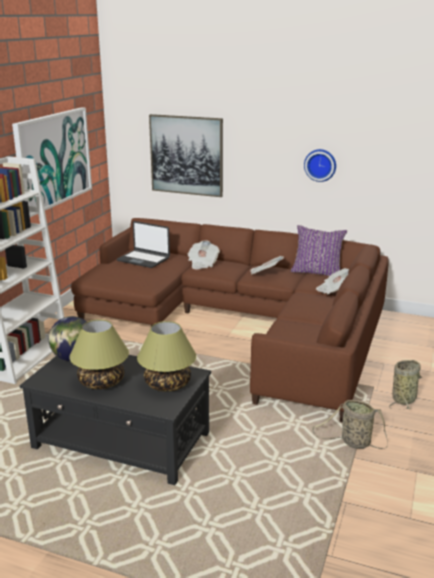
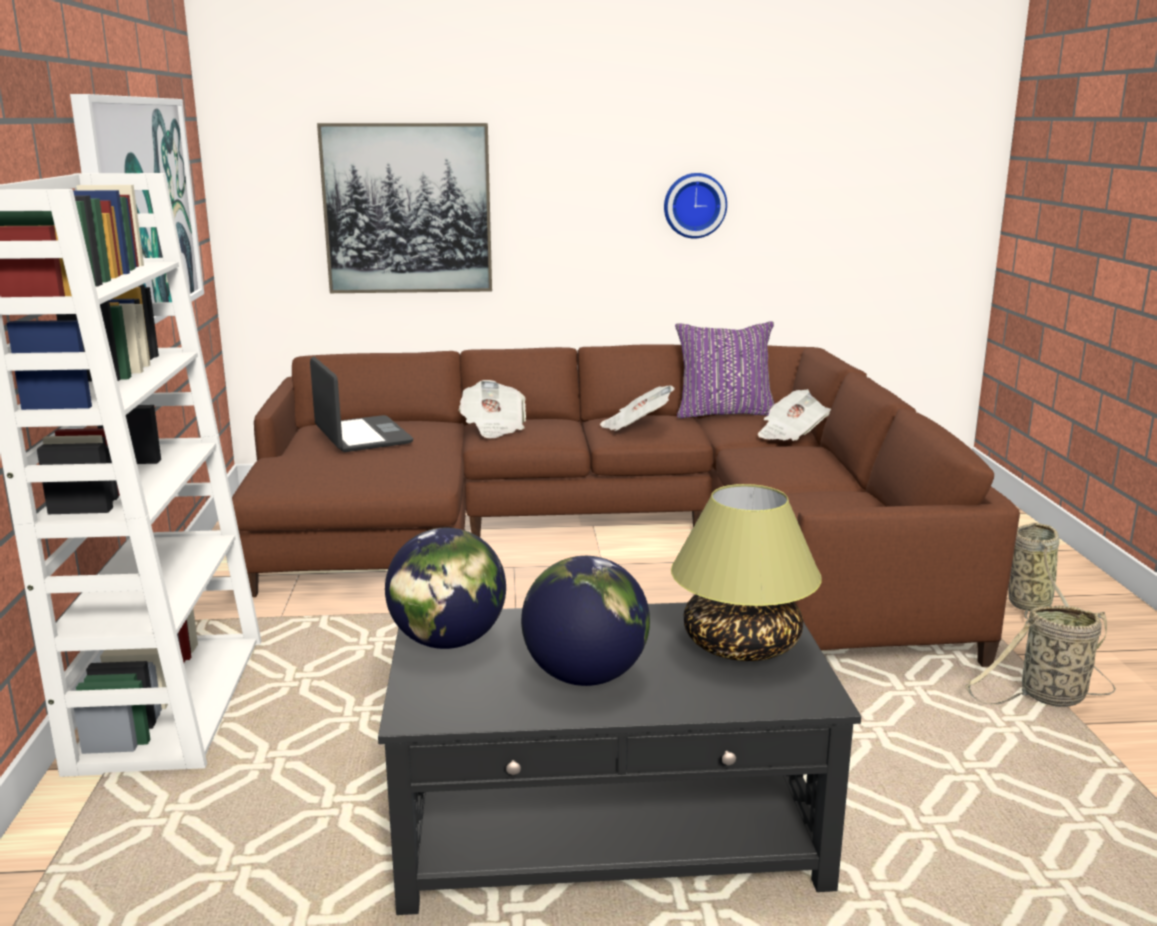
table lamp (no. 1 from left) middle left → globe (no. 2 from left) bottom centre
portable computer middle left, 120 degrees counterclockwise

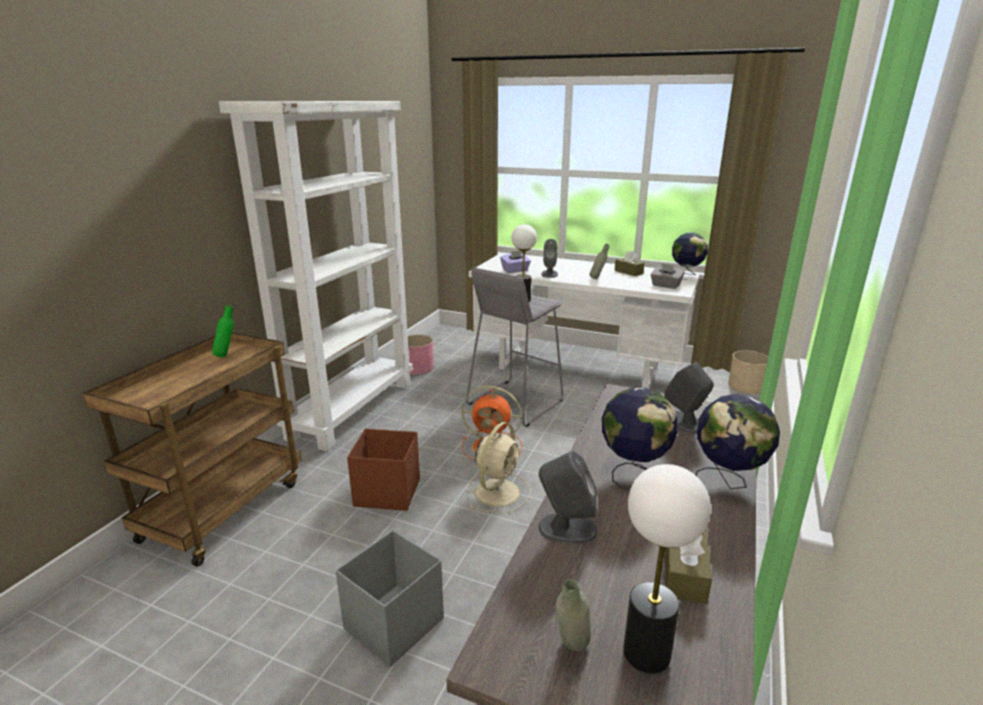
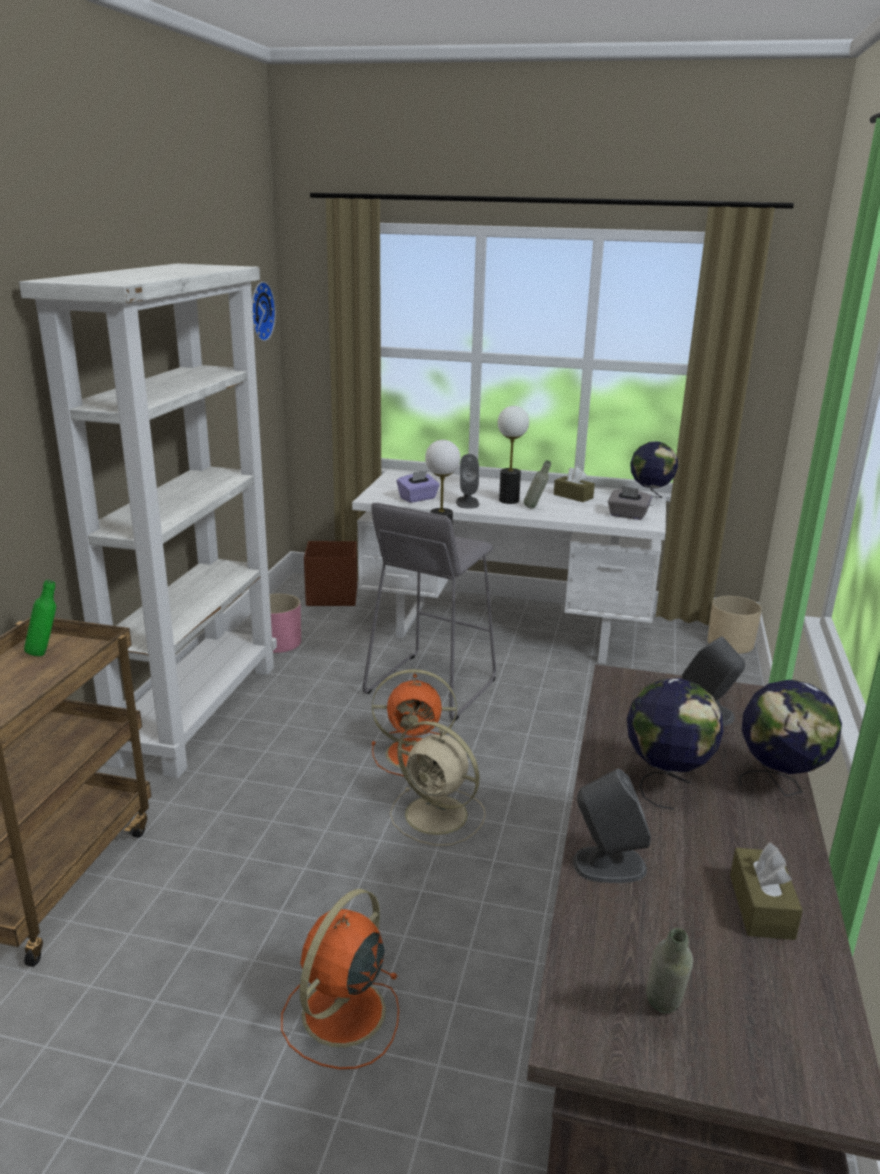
- → hanging clock top left
storage container in brown bottom centre → storage container in brown centre, shifted
table lamp (no. 2 from left) bottom right → table lamp (no. 2 from left) centre, shifted
storage container in greyish bottom centre → electric fan in orangey (no. 1 from left) bottom centre
electric fan in sand-coloured centre → electric fan in sand-coloured bottom centre, 105 degrees clockwise

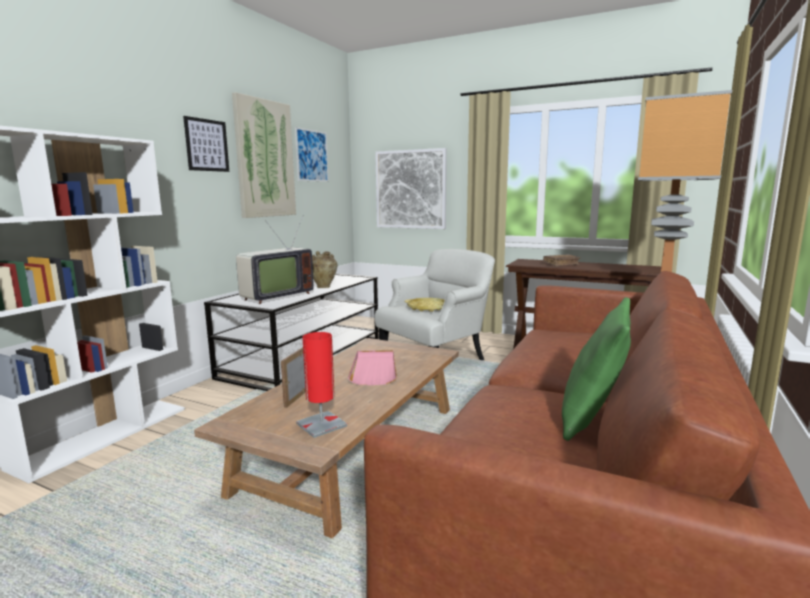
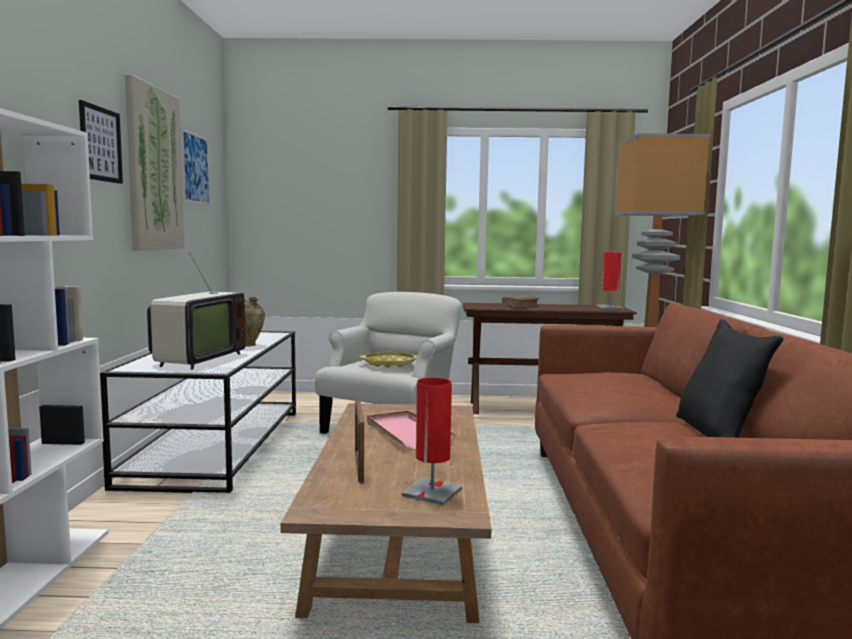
wall picture (no. 4 from left) top centre → -
- → table lamp in red-coloured (no. 2 from left) middle right
cushion in green-coloured middle right → cushion in black-coloured middle right

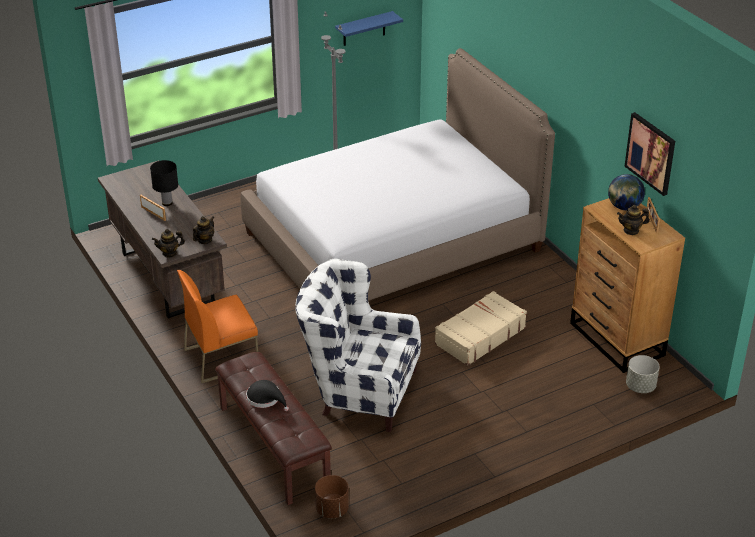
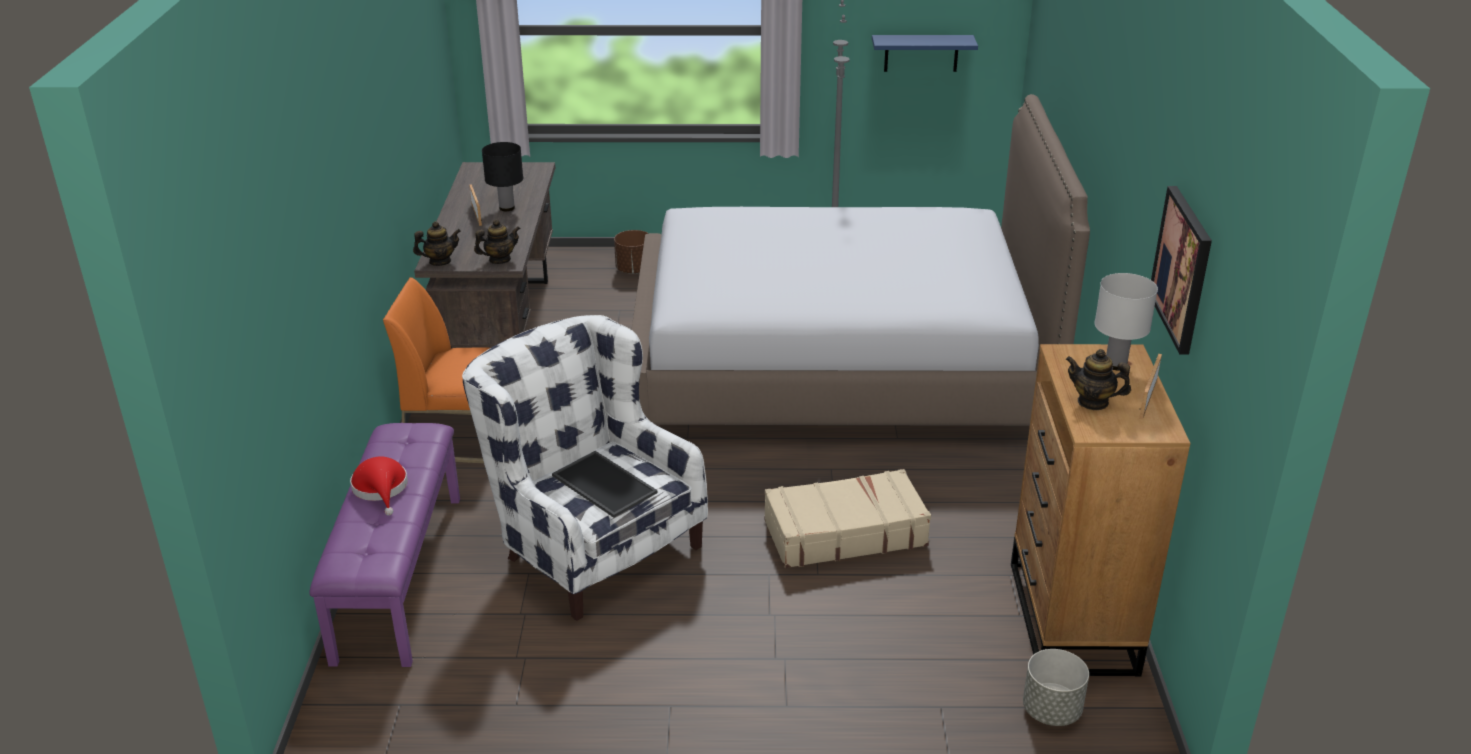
- → tray centre
planter in brown bottom centre → planter in brown centre, shifted
globe middle right → table lamp in whitish middle right
long seat in brown bottom centre → long seat in purple-coloured bottom left
hat in black-coloured bottom centre → hat in red-coloured middle left
tea pot (no. 1 from left) middle left → tea pot (no. 1 from left) top left, 150 degrees clockwise

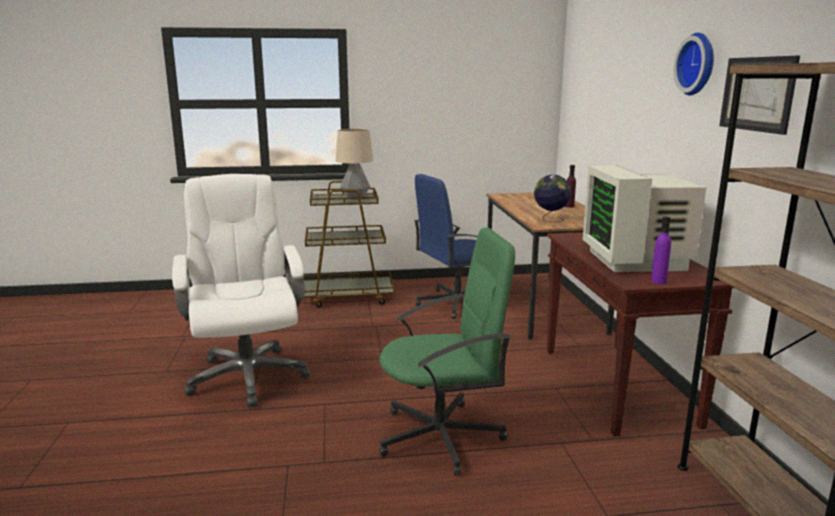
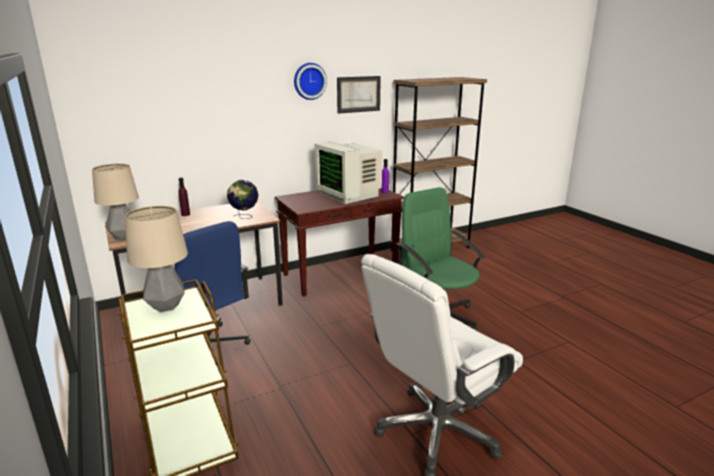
- → table lamp (no. 1 from left) middle left
computer display middle right → computer display centre, 75 degrees clockwise

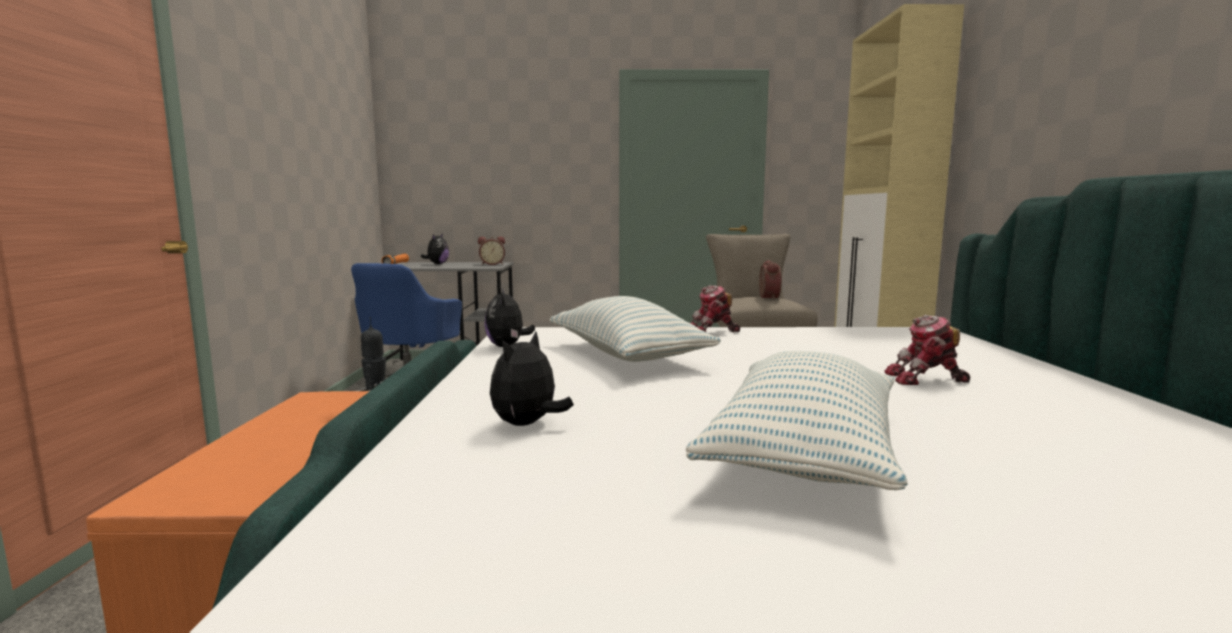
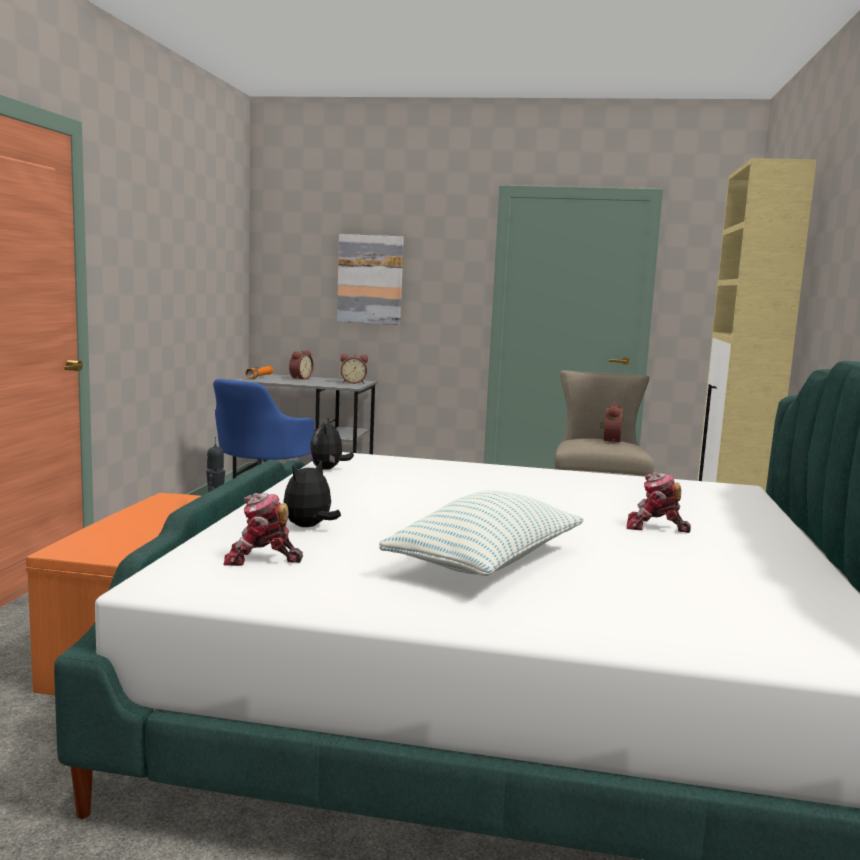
cushion (no. 1 from left) centre → -
- → wall picture top centre
toy robot (no. 2 from left) centre → toy robot (no. 2 from left) middle left, shifted
plush toy (no. 1 from left) centre → table clock (no. 1 from left) centre

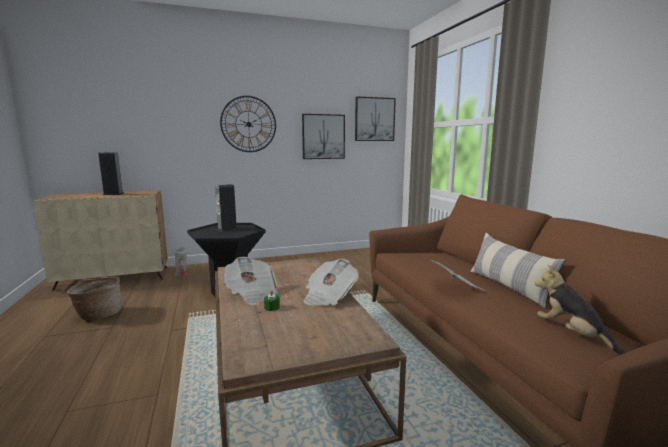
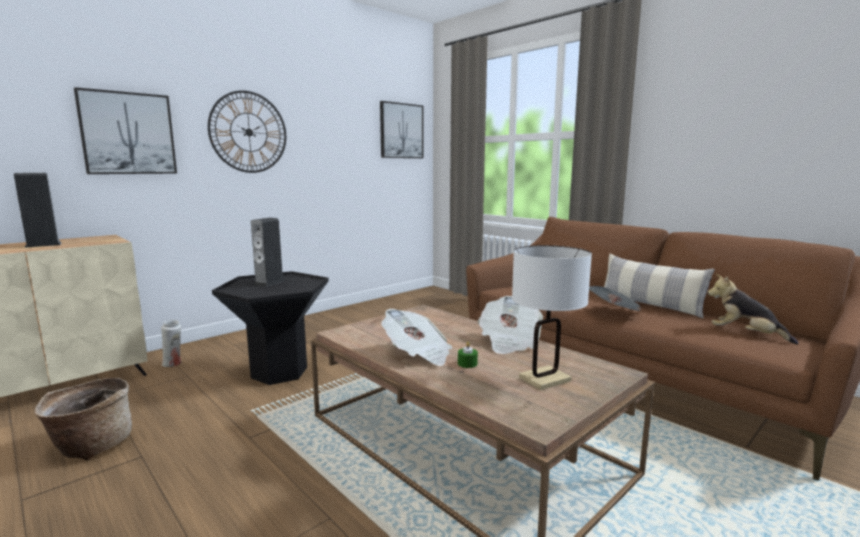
- → table lamp in whitish centre
wall picture (no. 1 from left) top centre → wall picture (no. 1 from left) top left, shifted

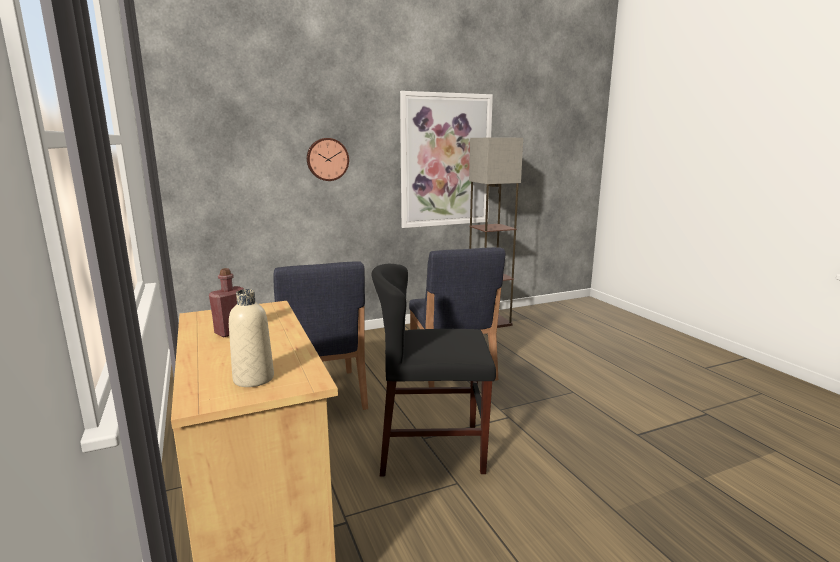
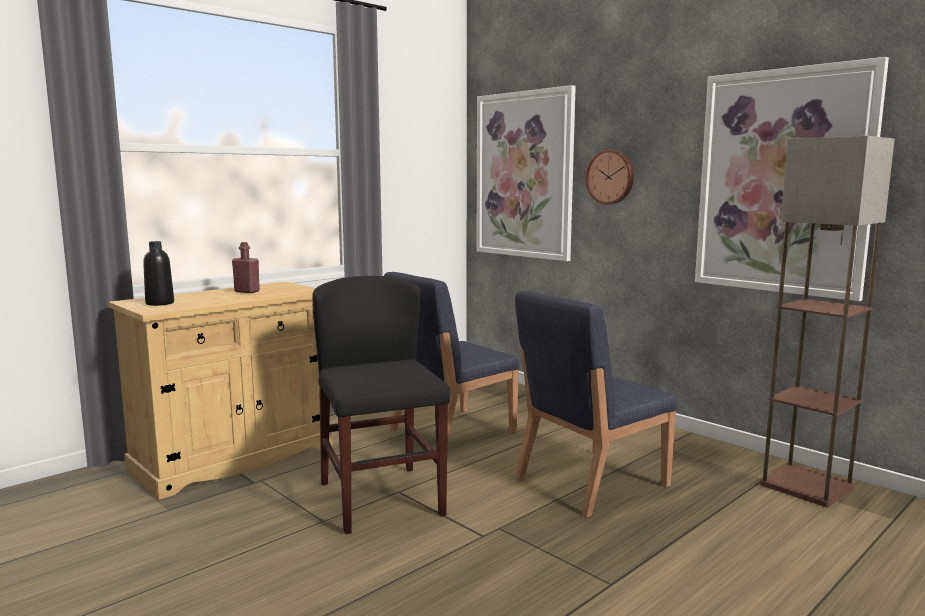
- → wall picture (no. 1 from left) top centre
beverage bottle in sand-coloured middle left → beverage bottle in black-coloured middle left

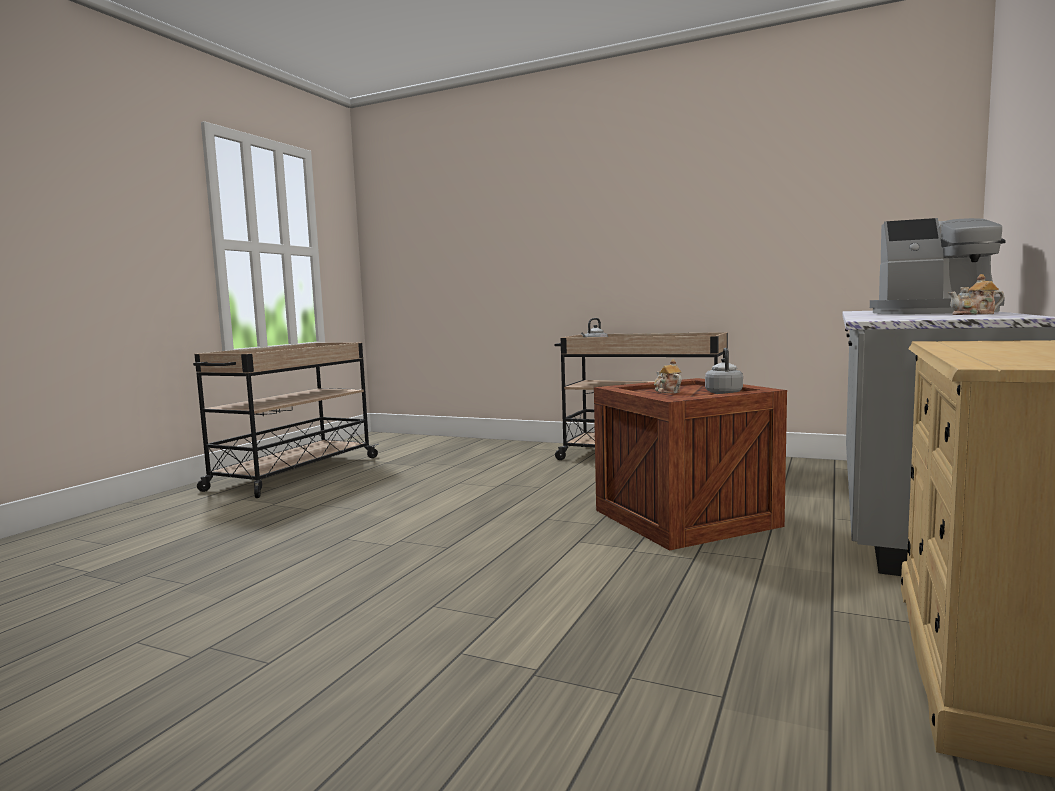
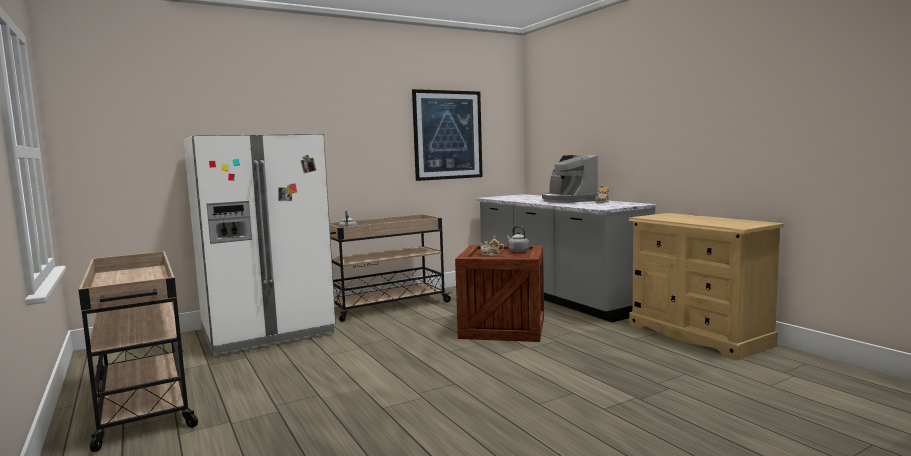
- → kitchen fridge in whitish middle left
- → wall picture top centre
coffee machine middle right → coffee machine centre, 105 degrees clockwise

